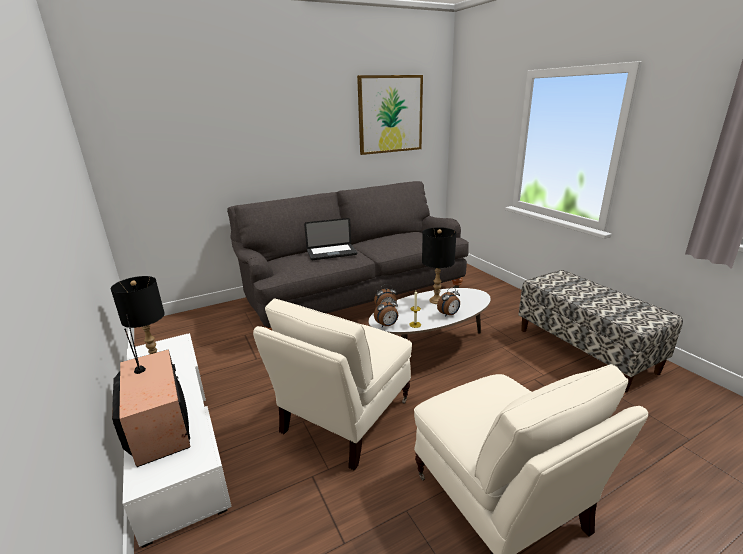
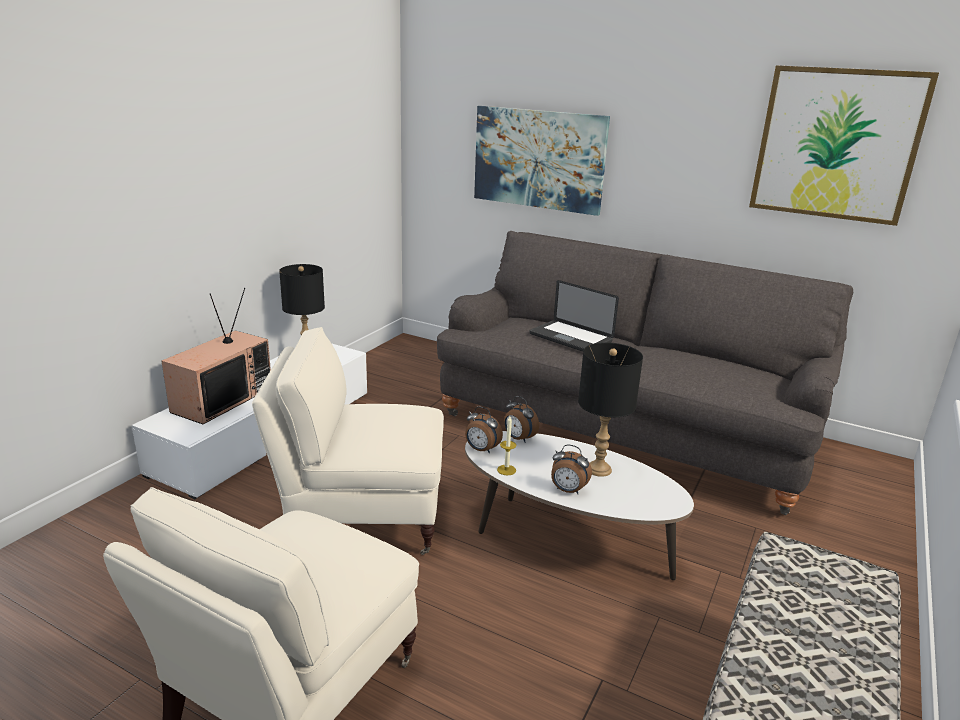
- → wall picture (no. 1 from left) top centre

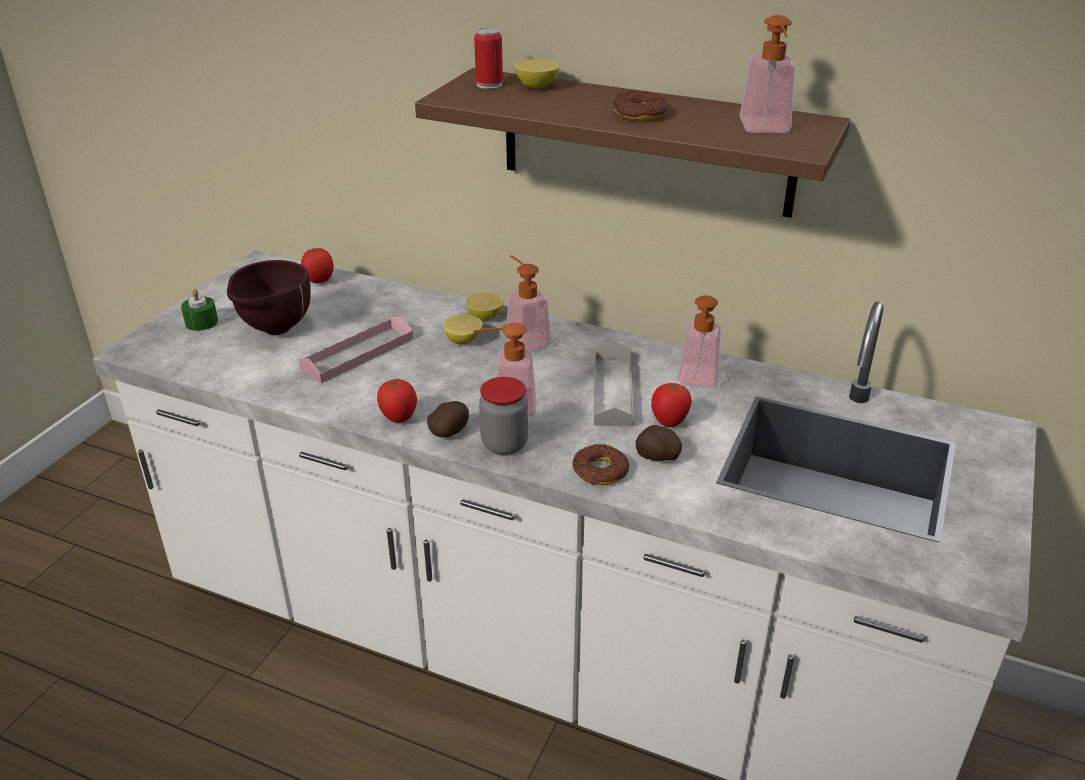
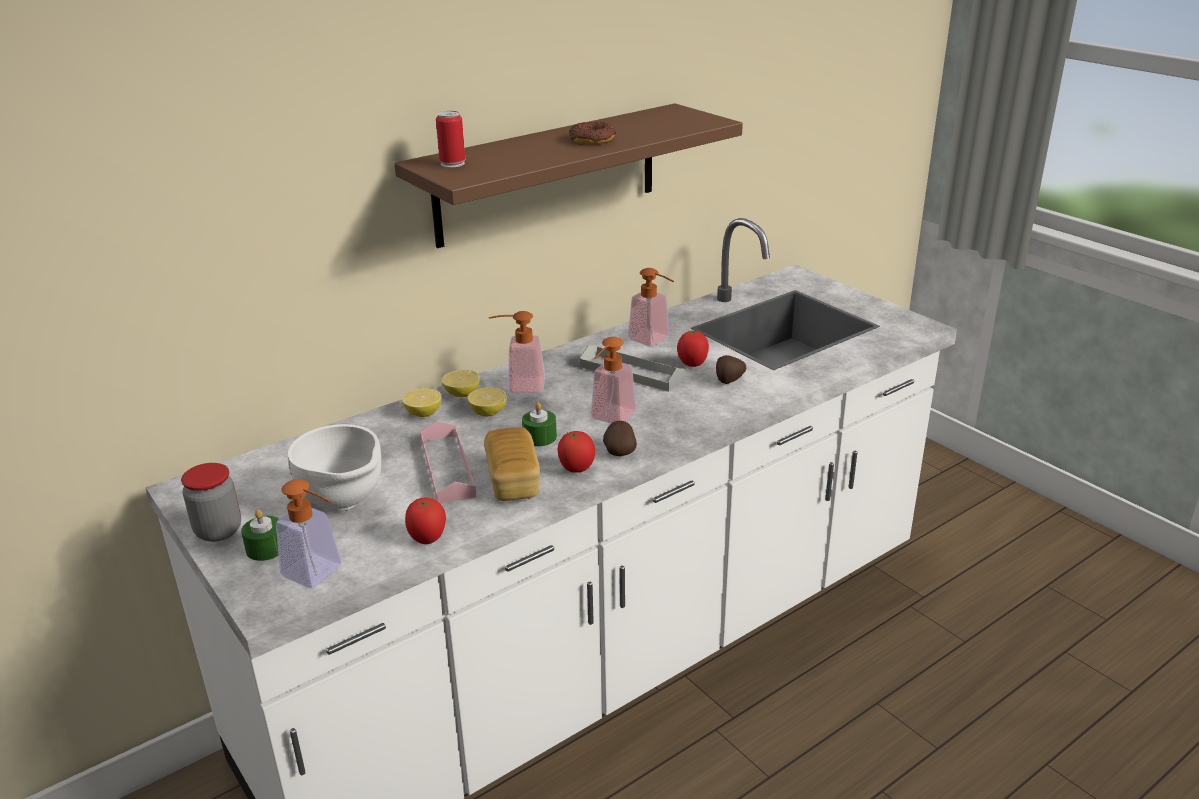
doughnut (no. 1 from left) centre → -
- → baked bread centre
- → candle in green-coloured (no. 2 from left) centre
tomato (no. 1 from left) middle left → tomato (no. 1 from left) centre, shifted
preserve jar centre → preserve jar middle left, shifted
whole lemon (no. 3 from left in the first image) top centre → whole lemon (no. 1 from left) centre, shifted
soap dispenser (no. 4 from left in the first image) top right → soap dispenser (no. 1 from left) bottom left, shifted
deep dish in brown middle left → deep dish in whitish middle left

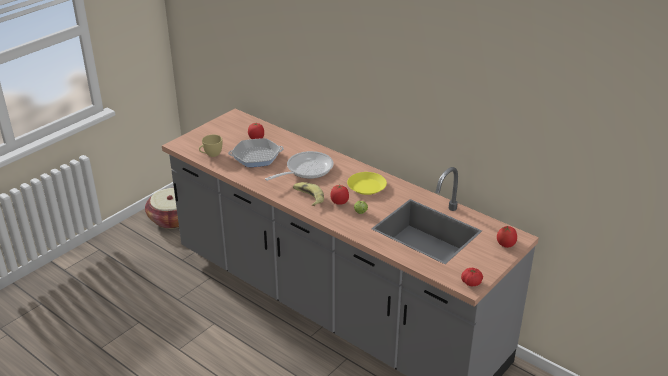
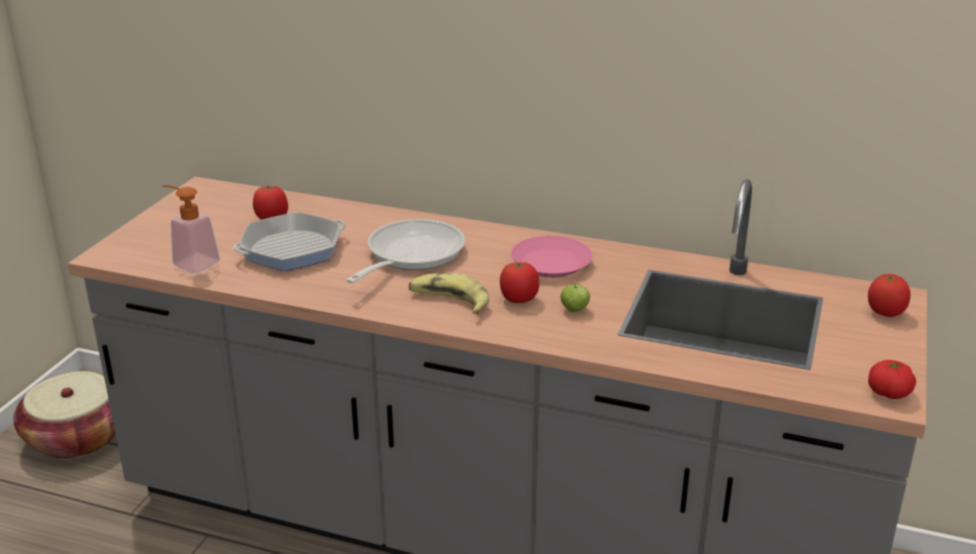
small cup in yellow-coloured middle left → soap dispenser middle left
dinner plate in yellow-coloured centre → dinner plate in pink centre

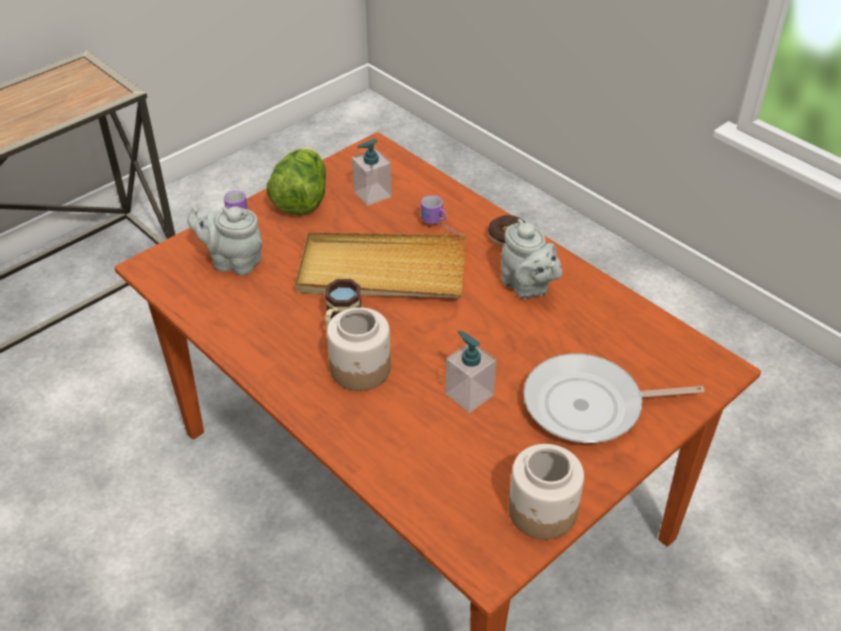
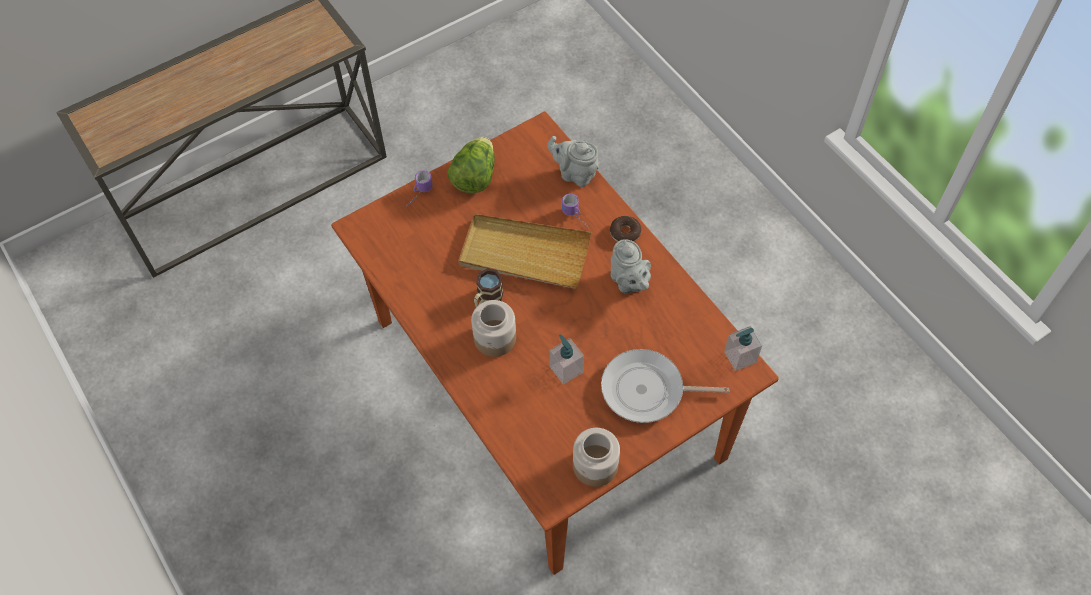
tea pot in greyish (no. 1 from left) middle left → tea pot in greyish (no. 1 from left) top centre, shifted
soap dispenser (no. 1 from left in the first image) top centre → soap dispenser (no. 2 from left) middle right, shifted

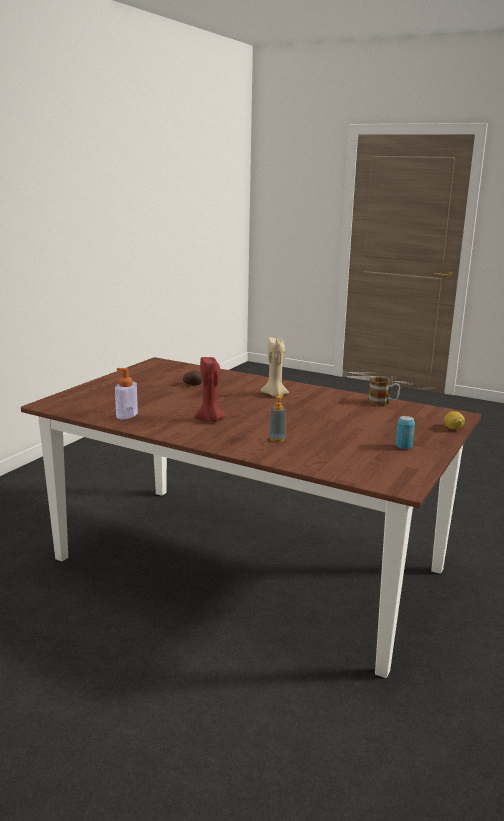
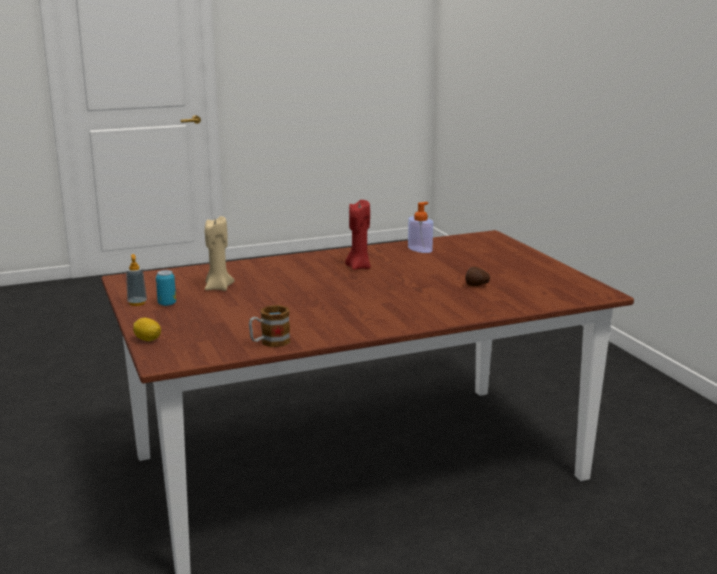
candle in sand-coloured centre → candle in sand-coloured middle left, shifted
soap dispenser (no. 2 from left in the first image) centre → soap dispenser (no. 1 from left) middle left, shifted

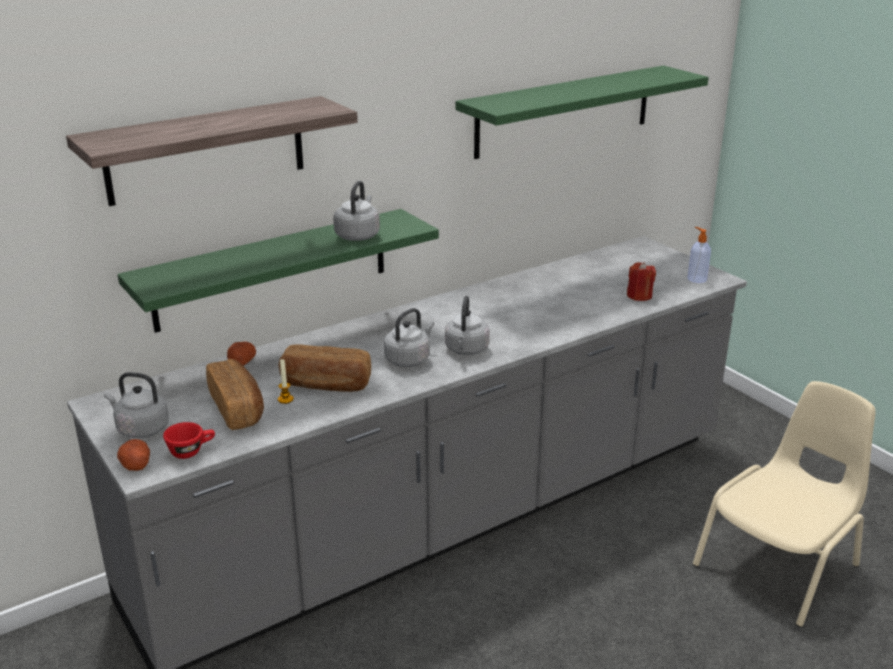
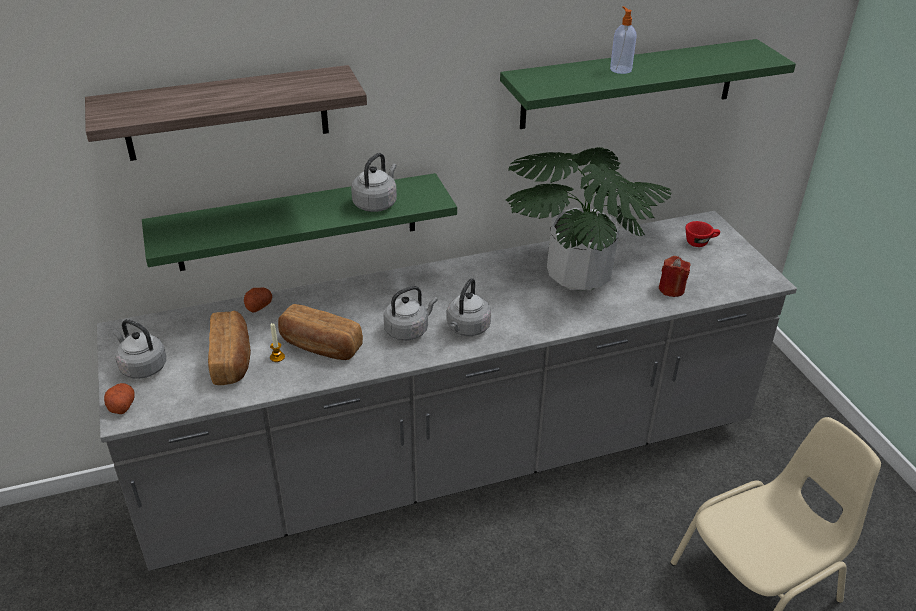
- → houseplant centre
small cup in red-coloured middle left → small cup in red-coloured middle right, shifted
soap dispenser middle right → soap dispenser top right, shifted

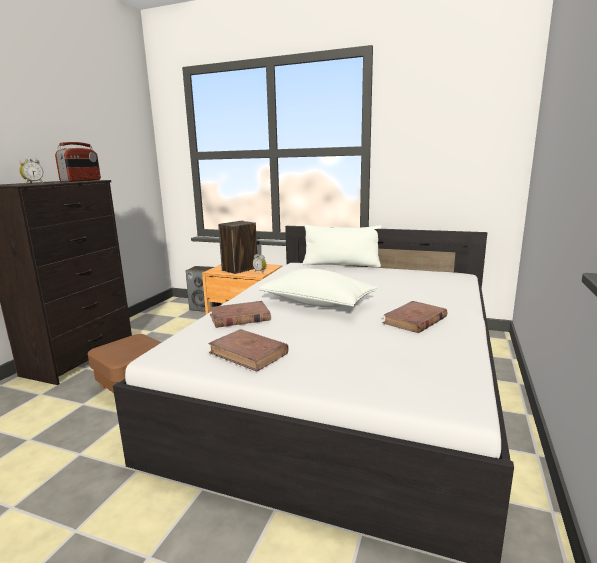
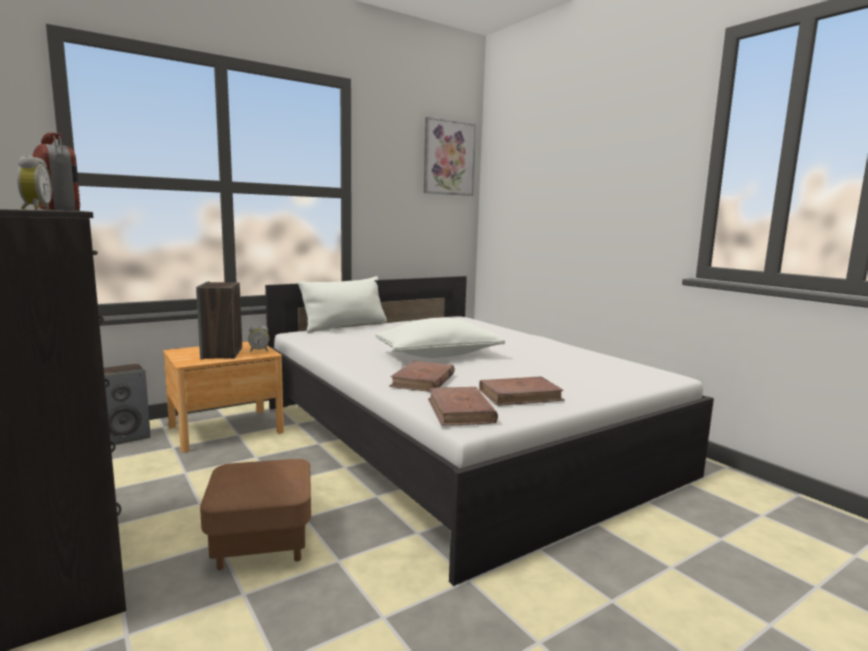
- → wall picture top centre
bound book in brown (no. 3 from left in the first image) middle right → bound book in brown (no. 2 from left) centre, shifted

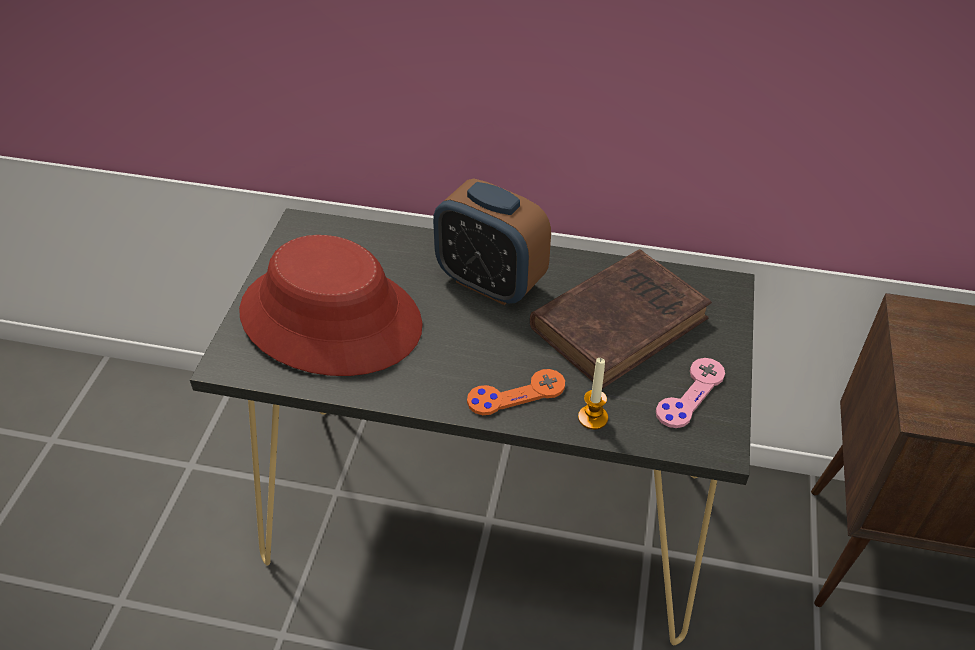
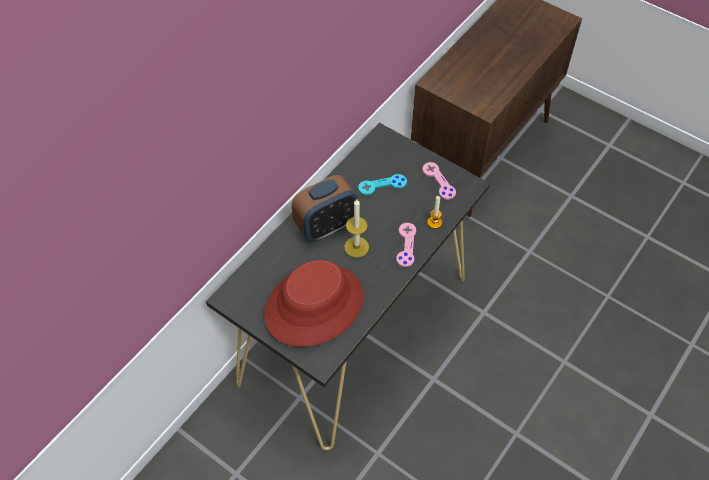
- → candle (no. 1 from left) centre
bound book in brown centre → game controller in turquoise centre
game controller in orangey centre → game controller in pink (no. 1 from left) centre

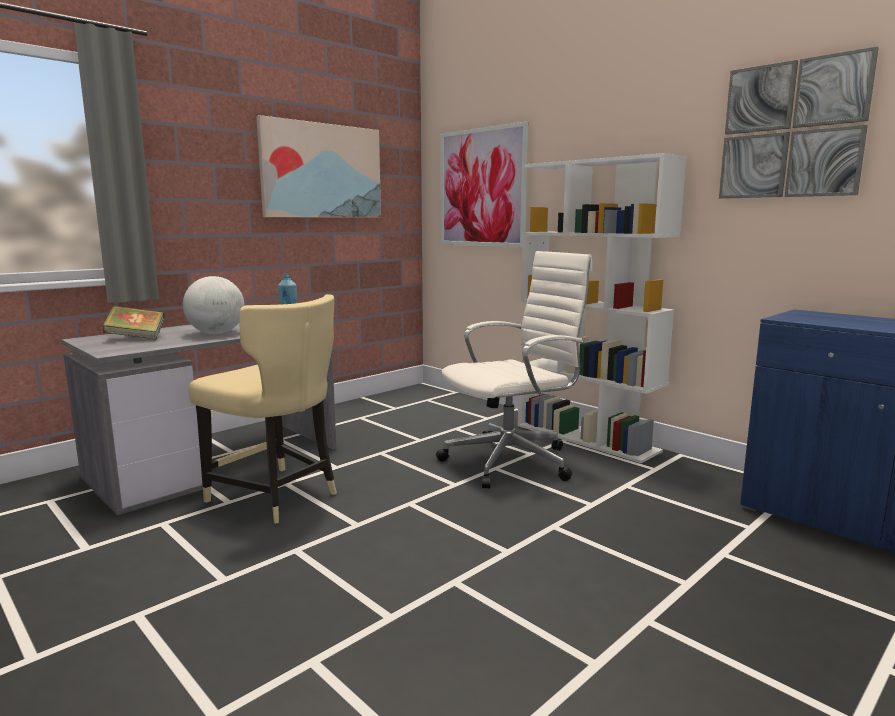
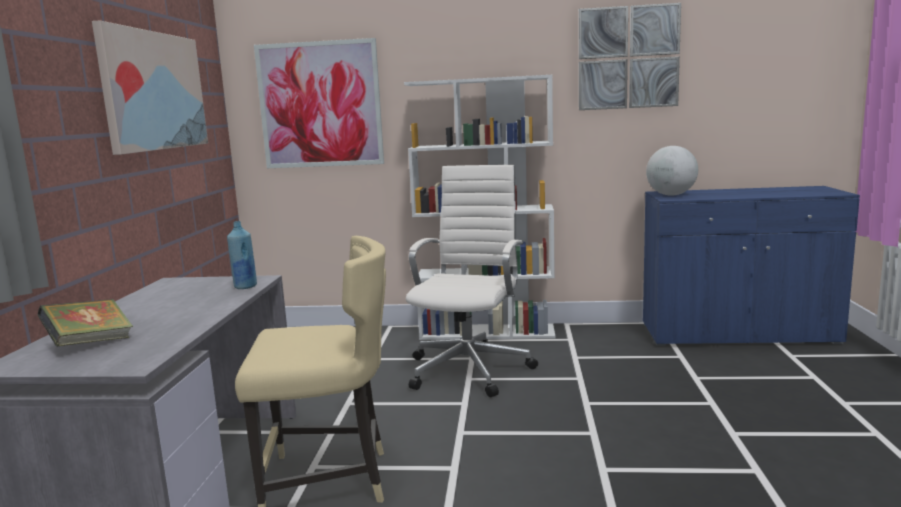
globe middle left → globe middle right, shifted

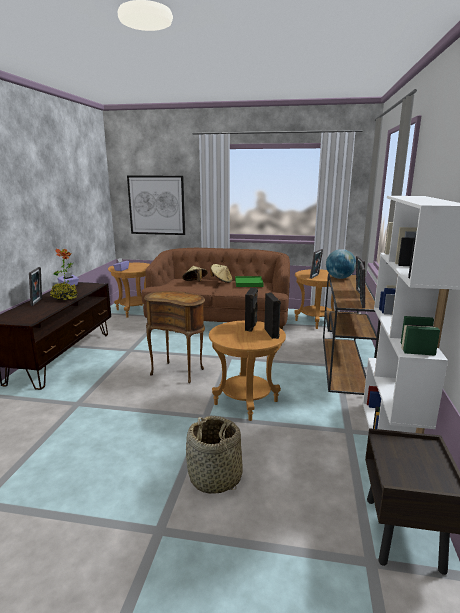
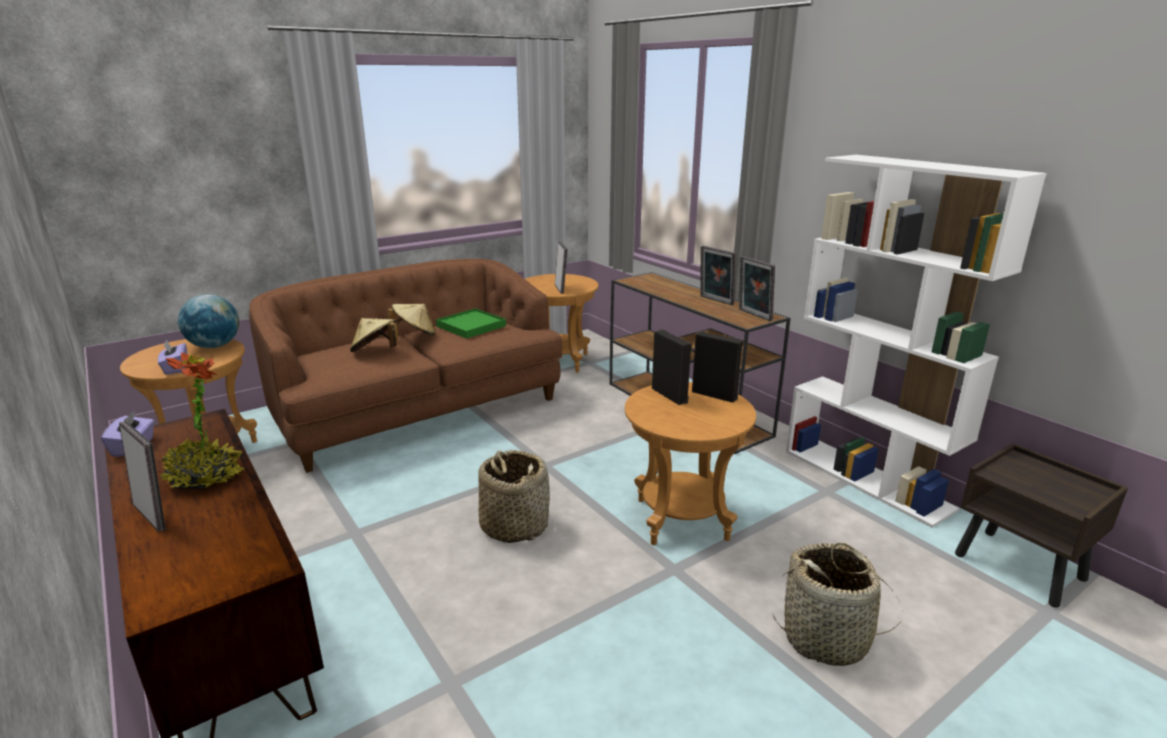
wall picture centre → -
globe middle right → globe middle left, shifted
end table in brown (no. 2 from left) centre → household basket (no. 1 from left) bottom centre

